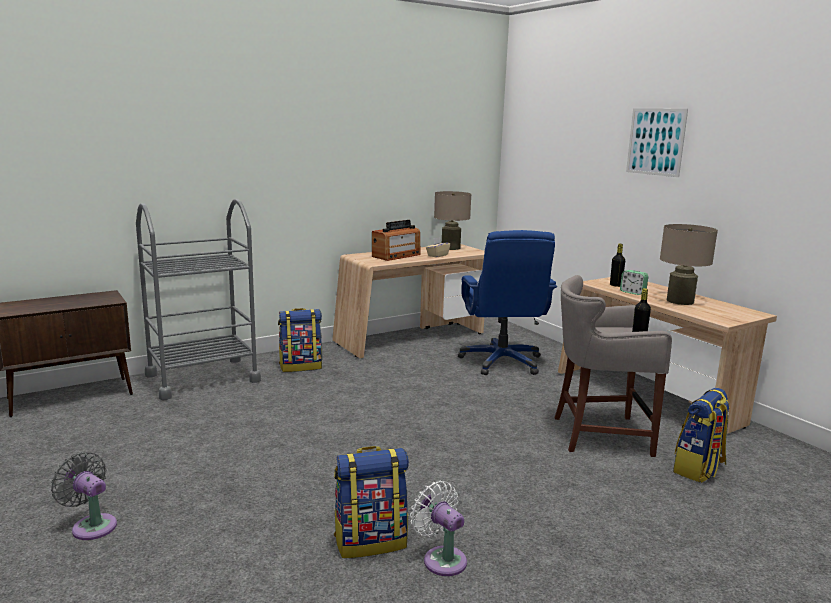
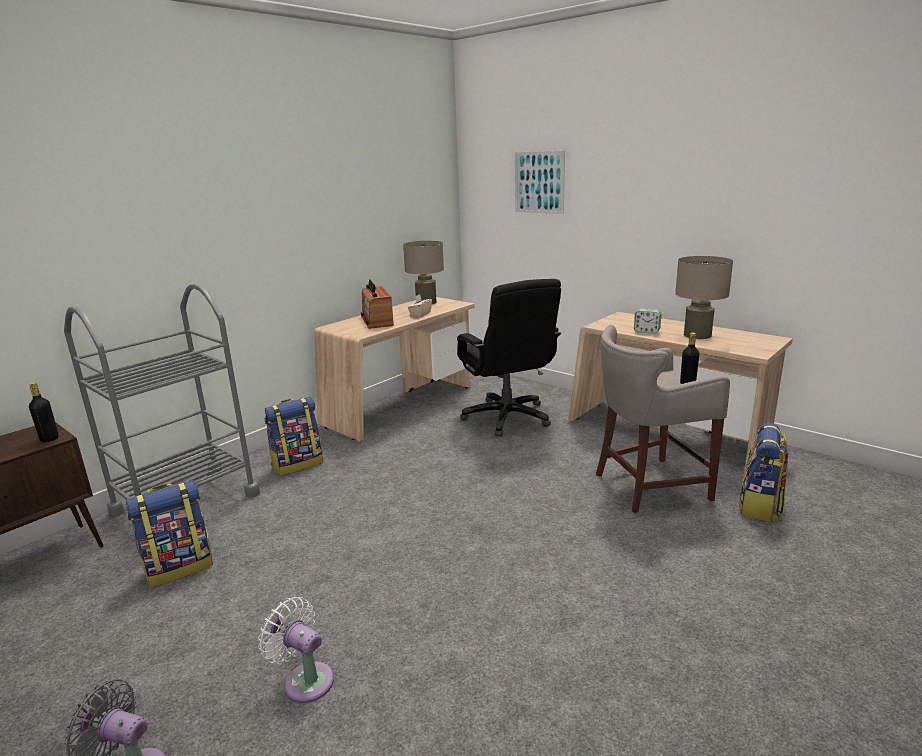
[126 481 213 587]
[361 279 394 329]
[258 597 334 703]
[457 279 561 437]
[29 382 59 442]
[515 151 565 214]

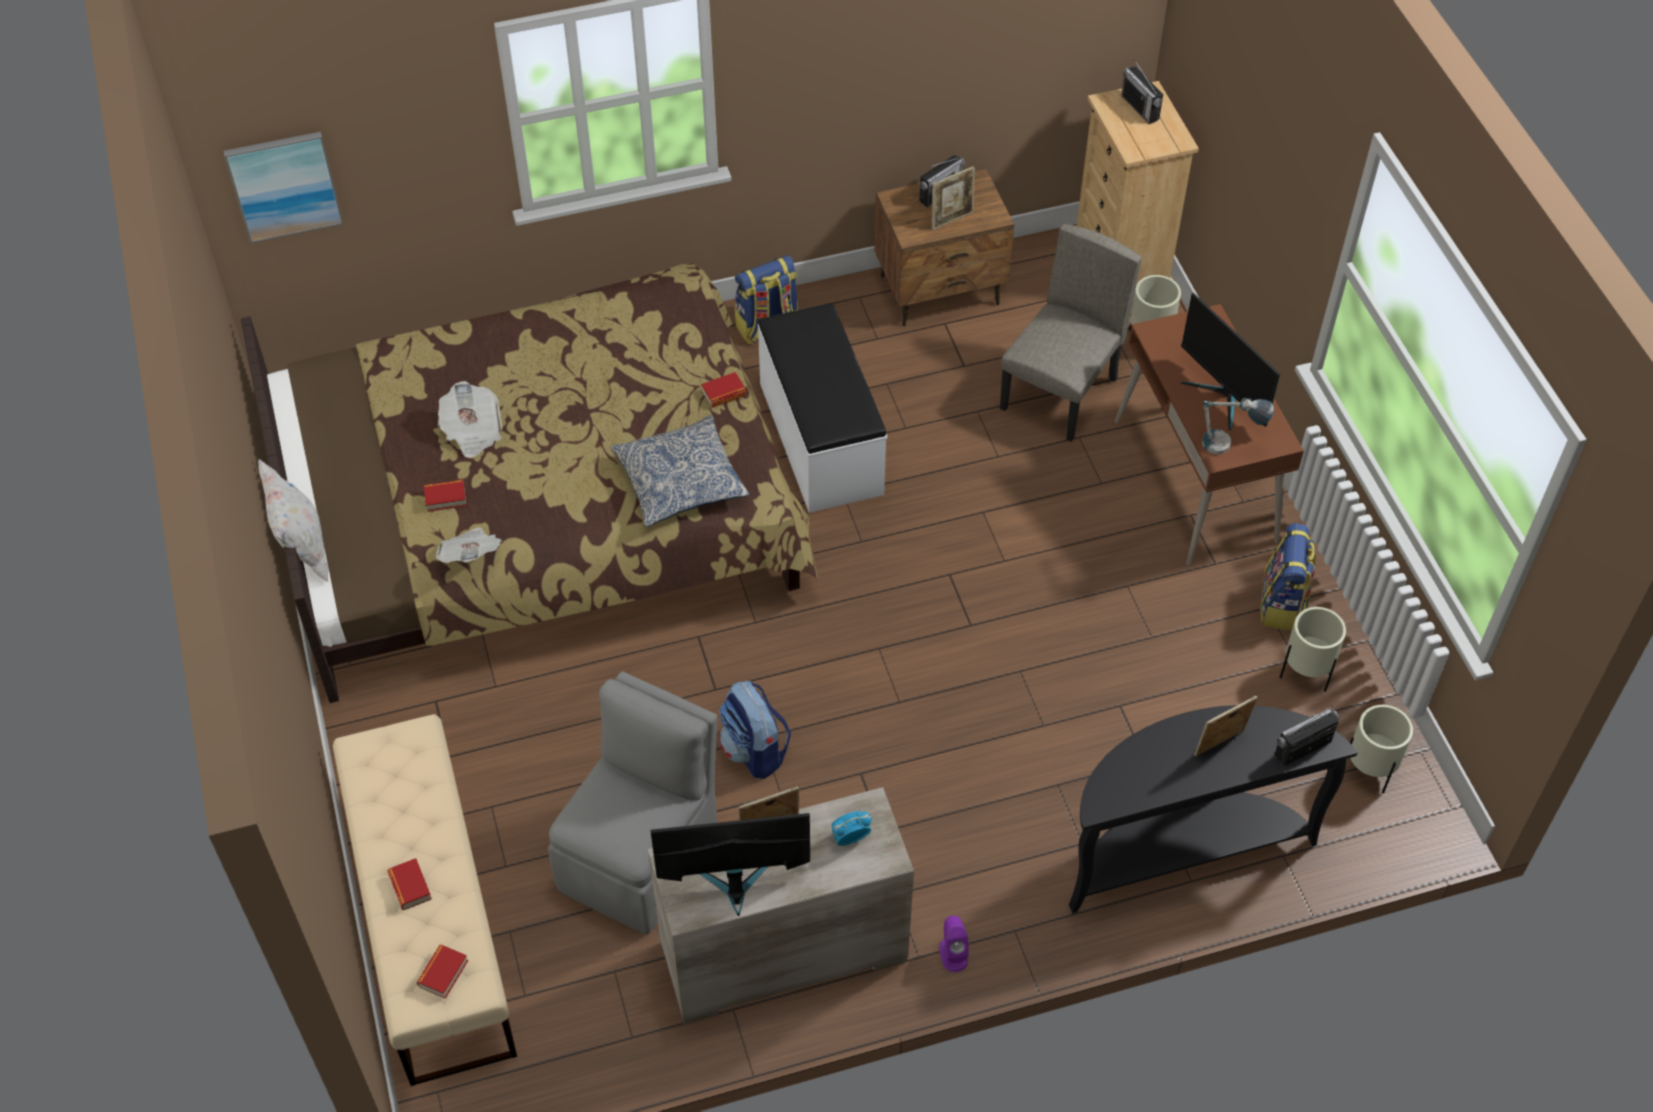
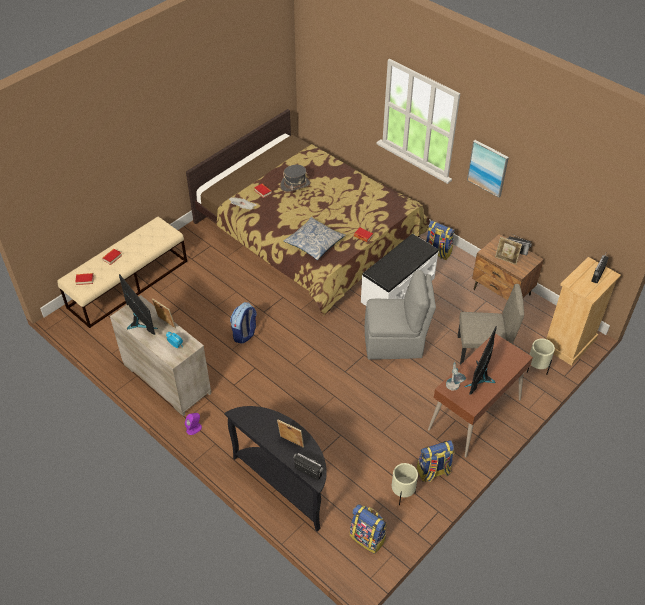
[467 140 509 198]
[258 459 328 582] (first image)
[280 165 310 192]
[365 270 436 360]
[350 504 387 554]

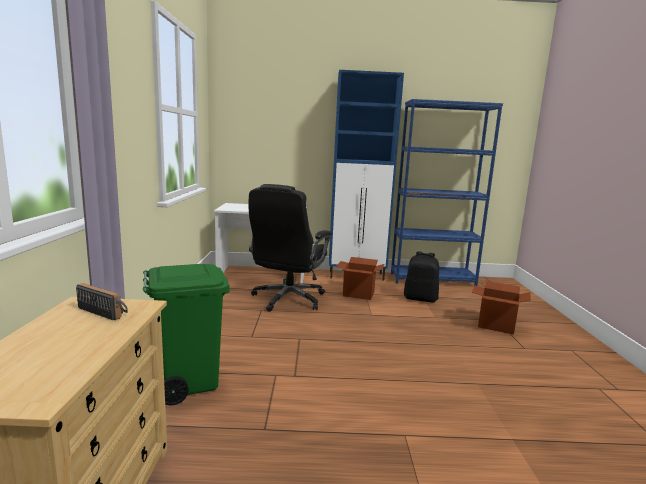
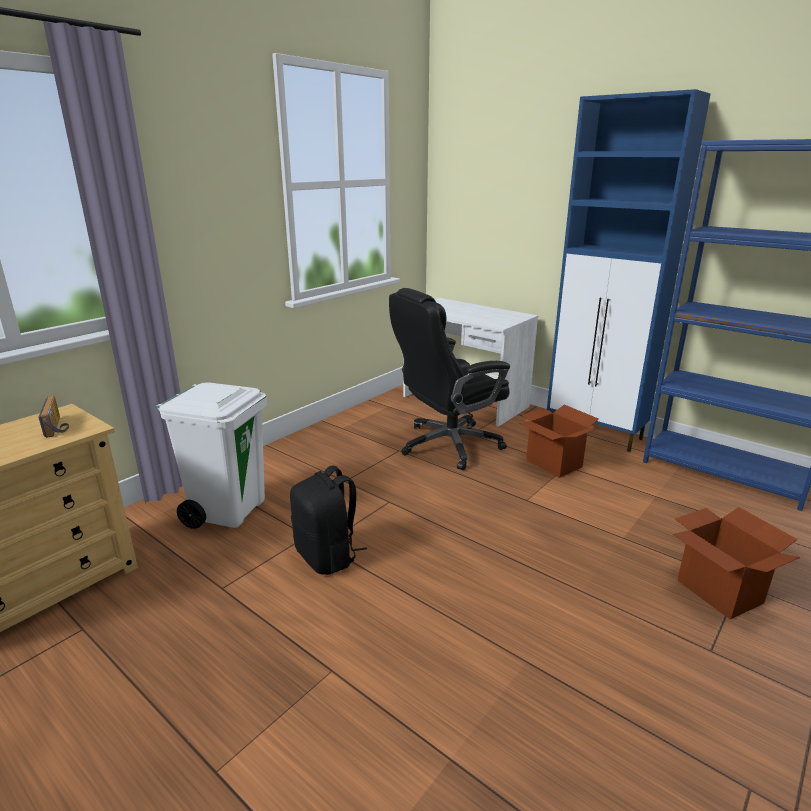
[156 382 267 529]
[290 466 367 575]

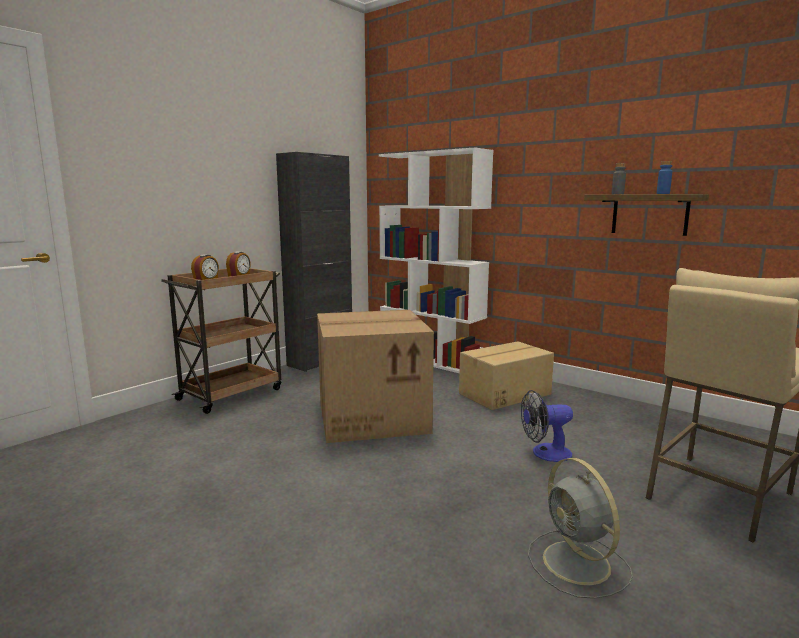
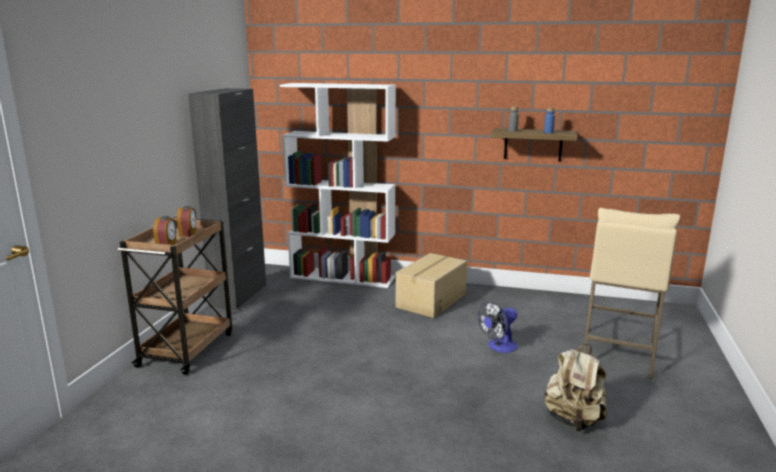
[317 310 434 443] (first image)
[544 344 608 431]

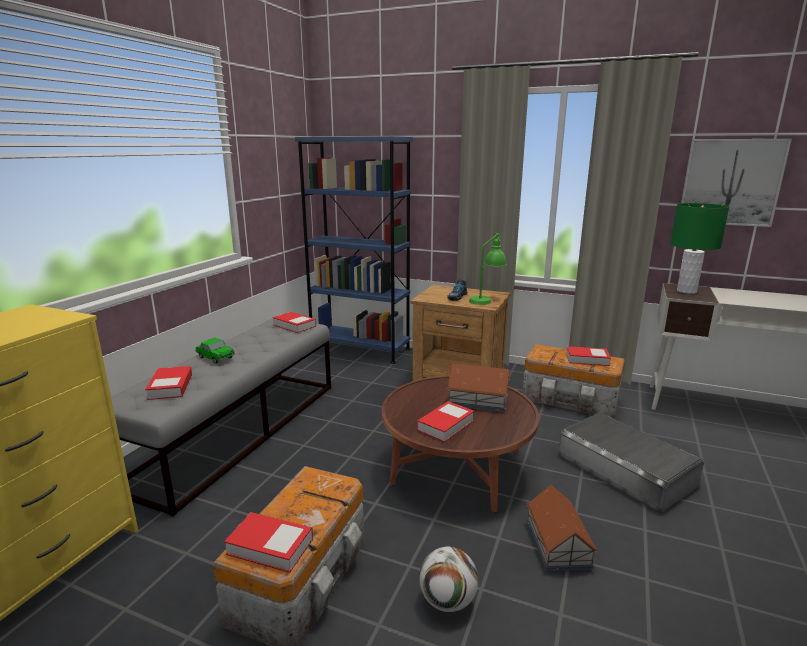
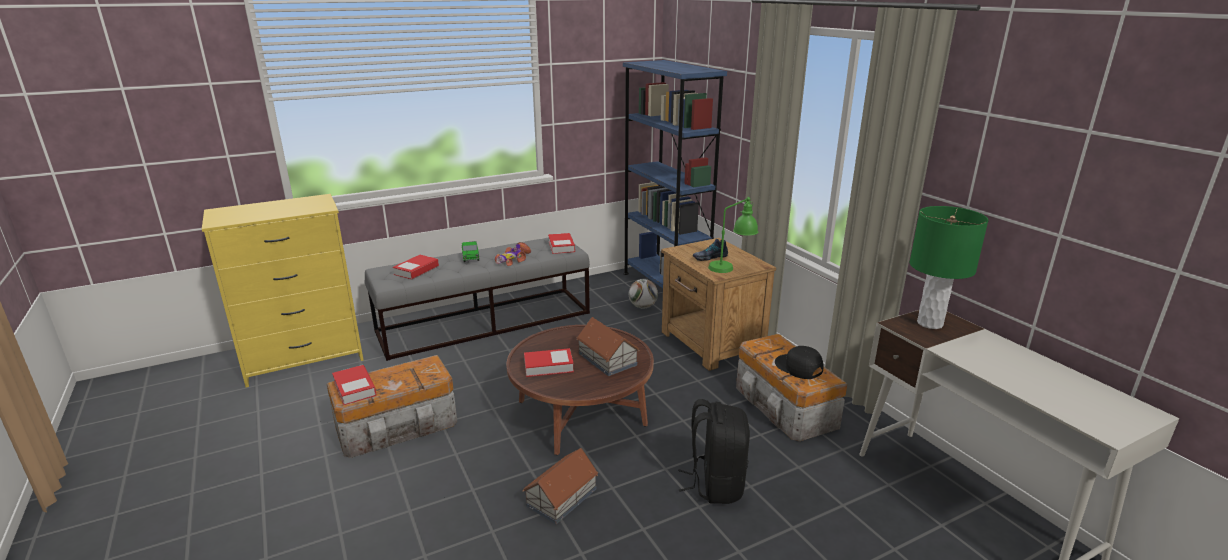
[629 279 658 308]
[678 399 750 504]
[775 346 823 379]
[681 139 792 227] (first image)
[495 242 531 266]

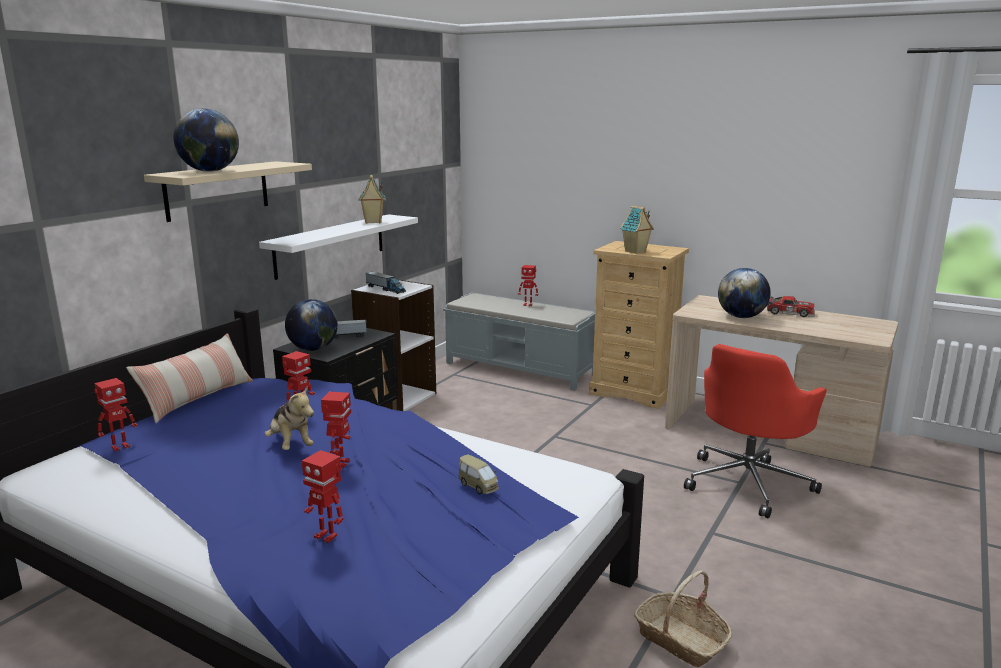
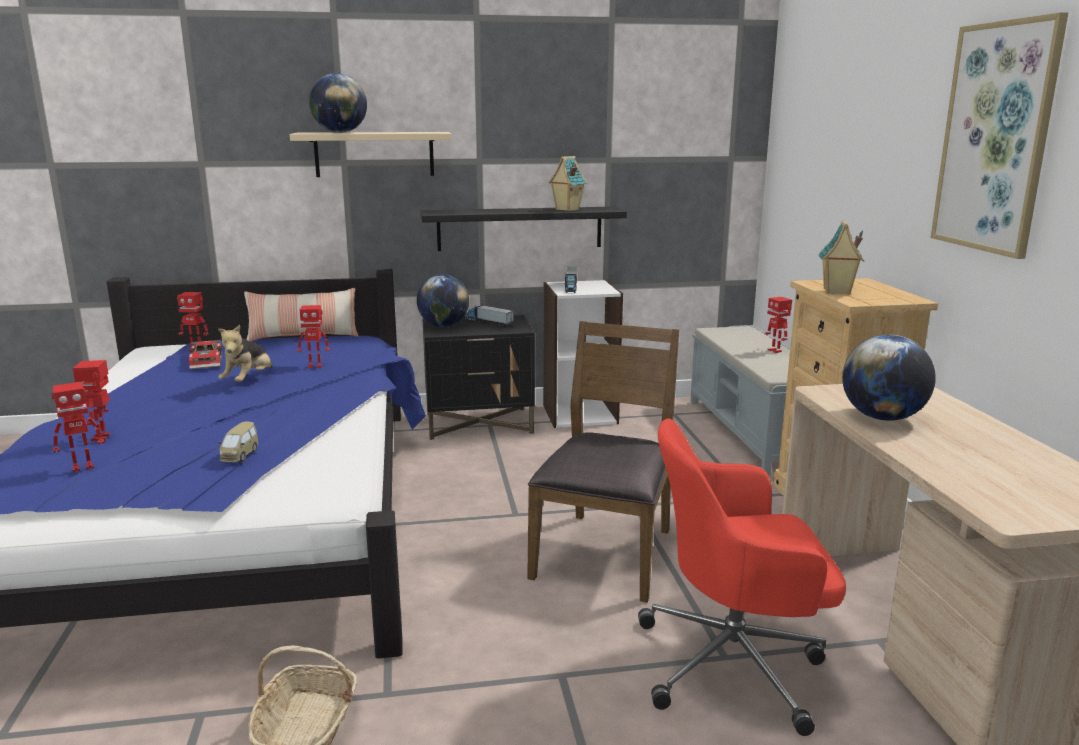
[421 207 627 251]
[52 382 104 472]
[189 339 222 369]
[527 321 679 603]
[931 12 1068 259]

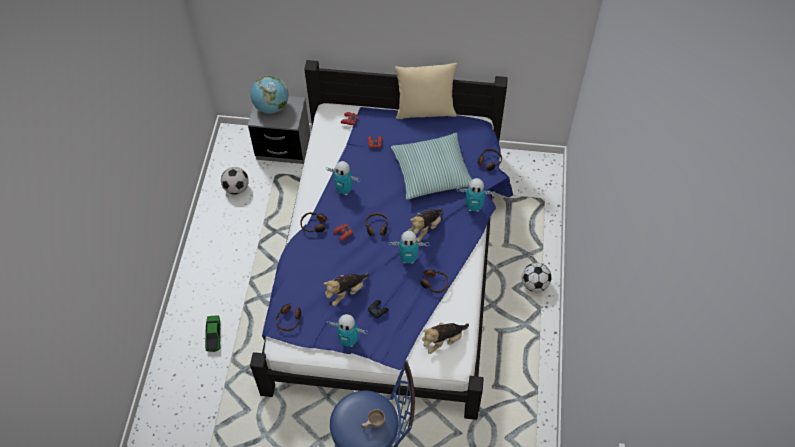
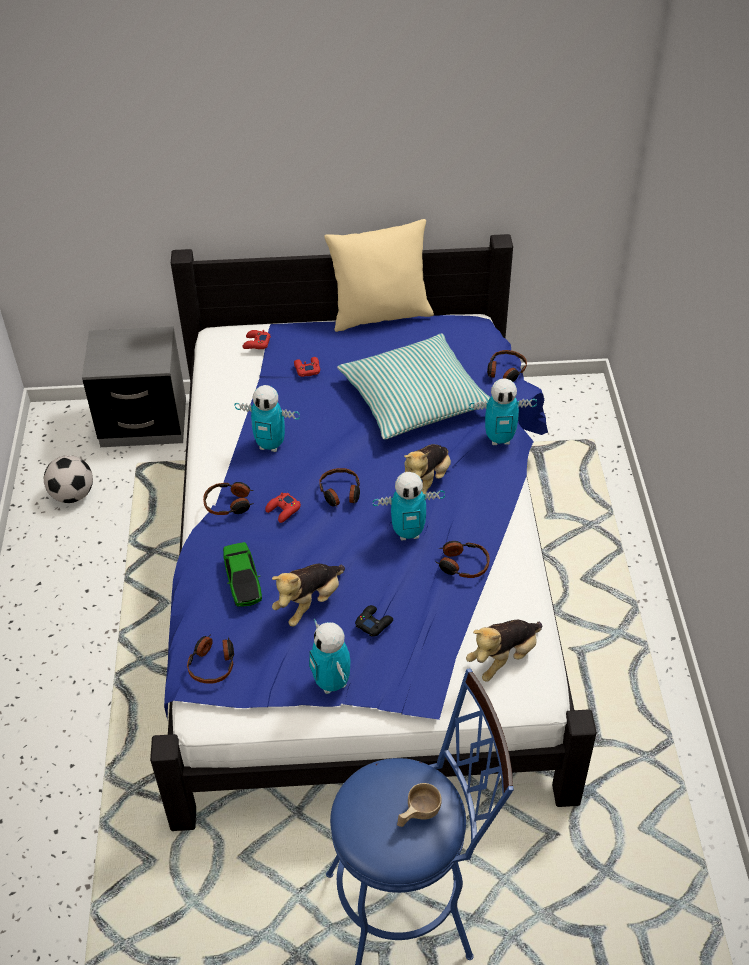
[223 542 262 607]
[250 75 288 114] (first image)
[309 619 350 694]
[522 263 551 292] (first image)

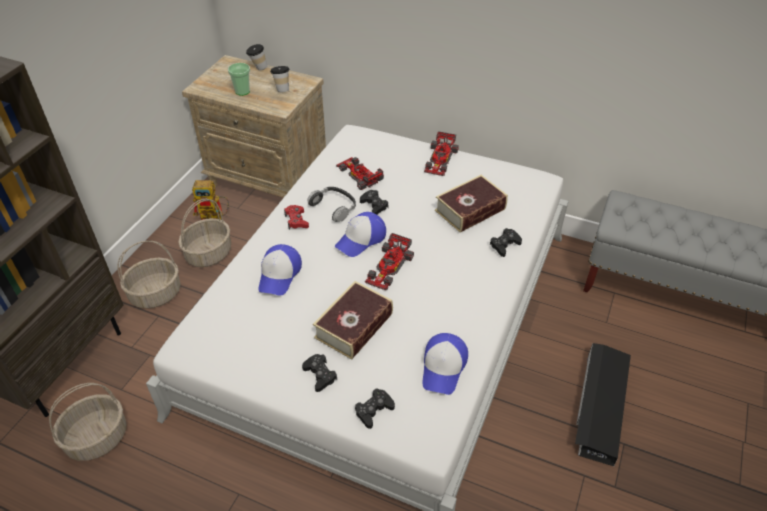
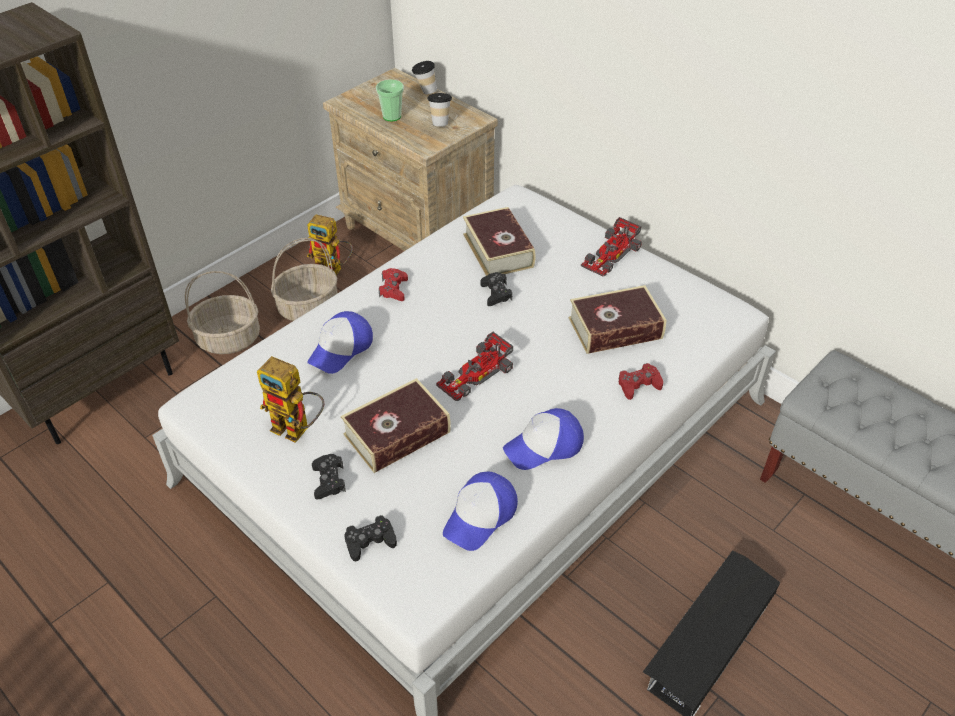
[49 383 127 461] (first image)
[307 187 356 222] (first image)
[503 408 584 470]
[463 207 536 276]
[618 363 663 400]
[257 356 324 443]

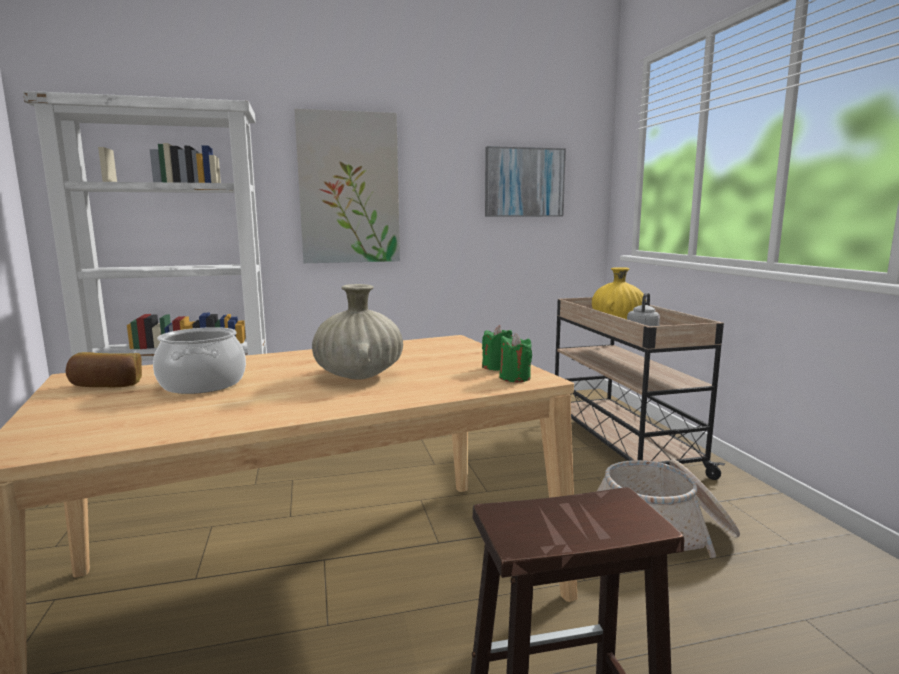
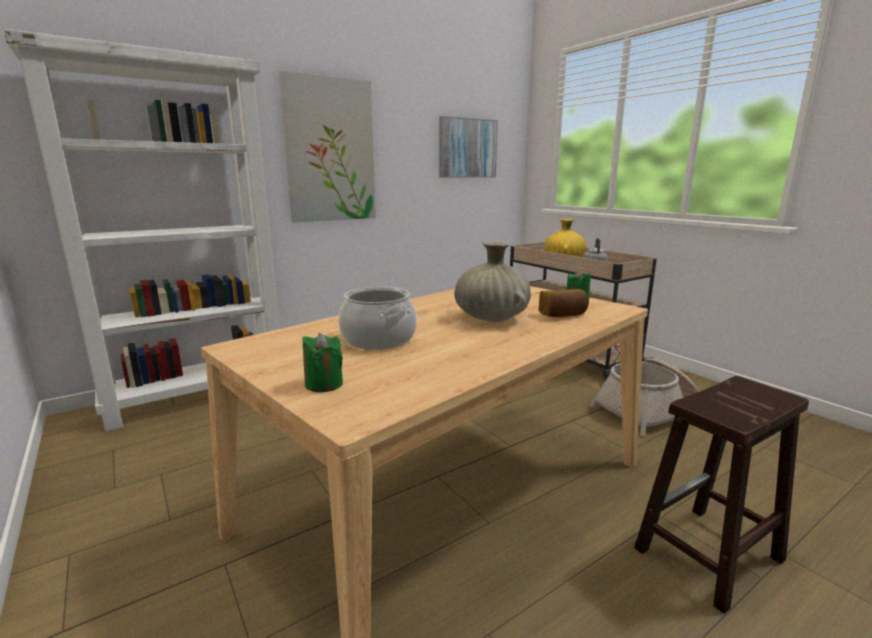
[539 289 589 317]
[302 333 343 392]

